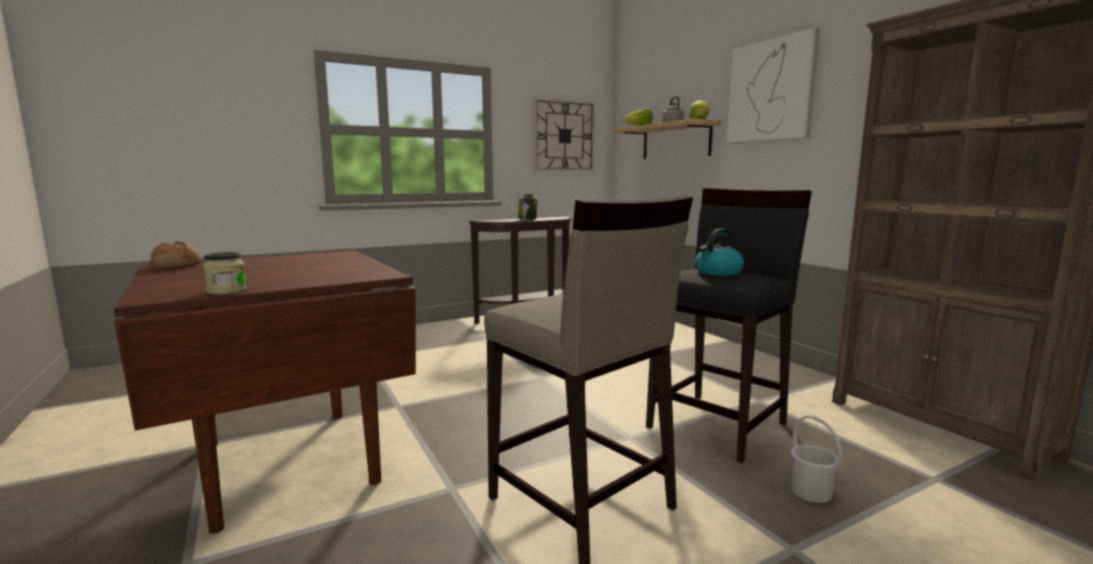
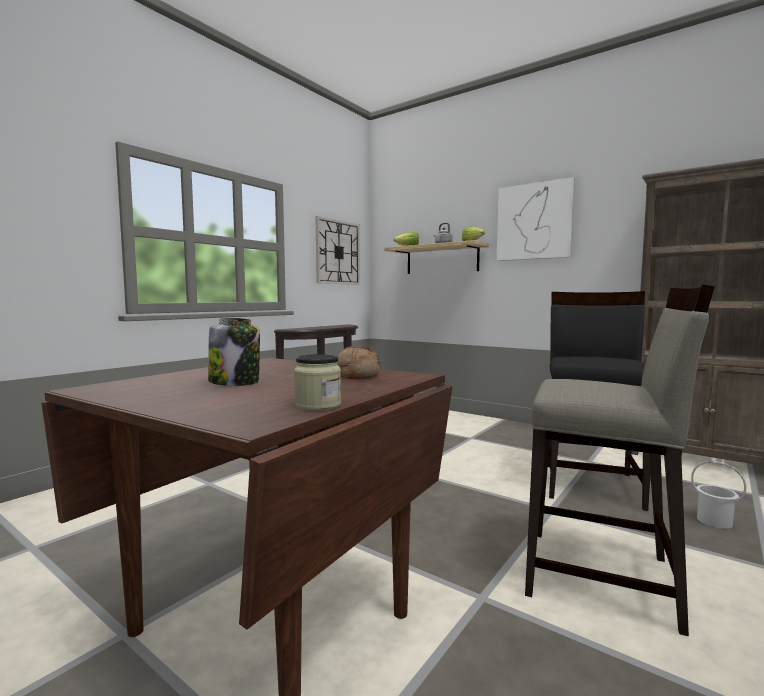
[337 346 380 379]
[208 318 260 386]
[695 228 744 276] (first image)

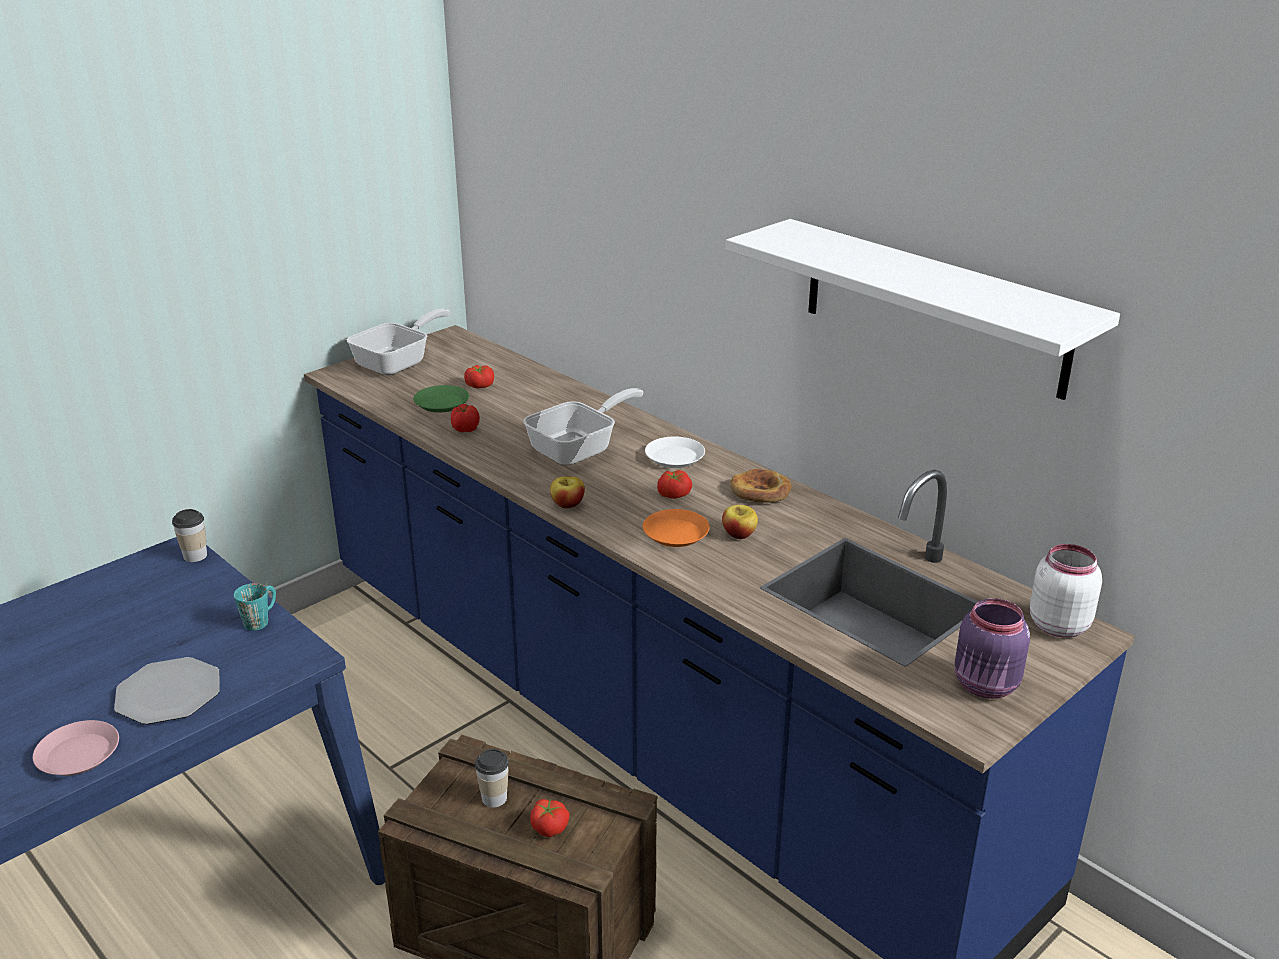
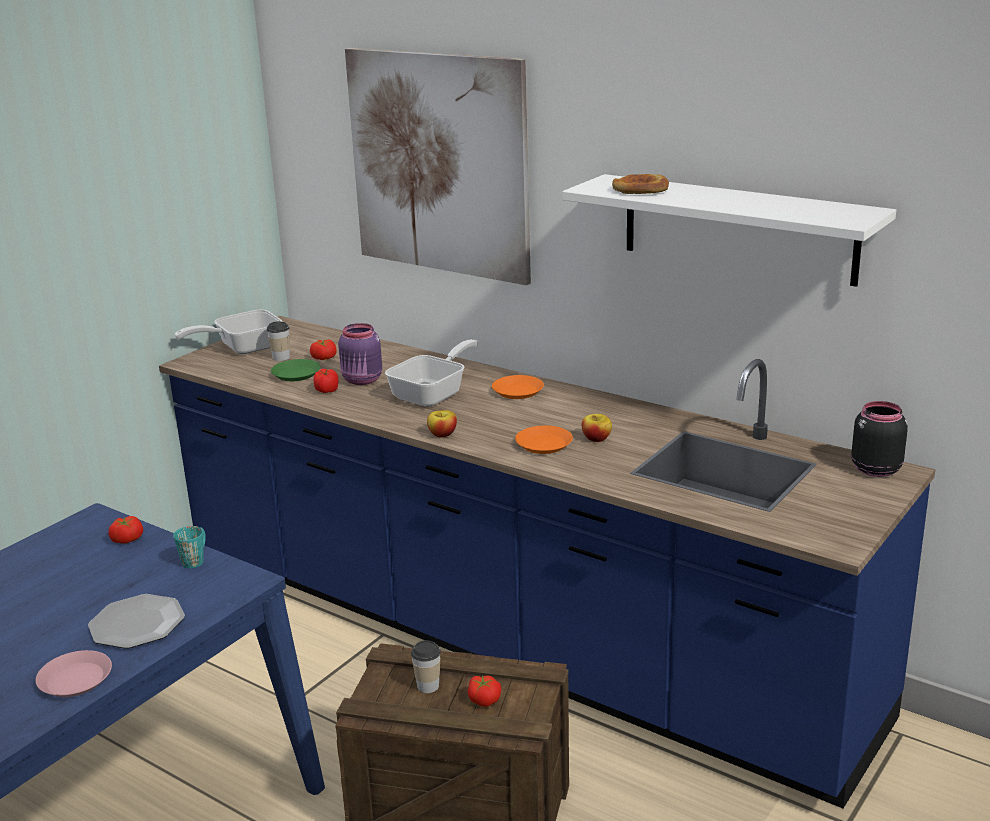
[267 321 290 361]
[174 310 283 354]
[492 375 544 399]
[108 516 143 544]
[612 174 669 194]
[338 323 382 385]
[851 401 908 477]
[345 48 531 285]

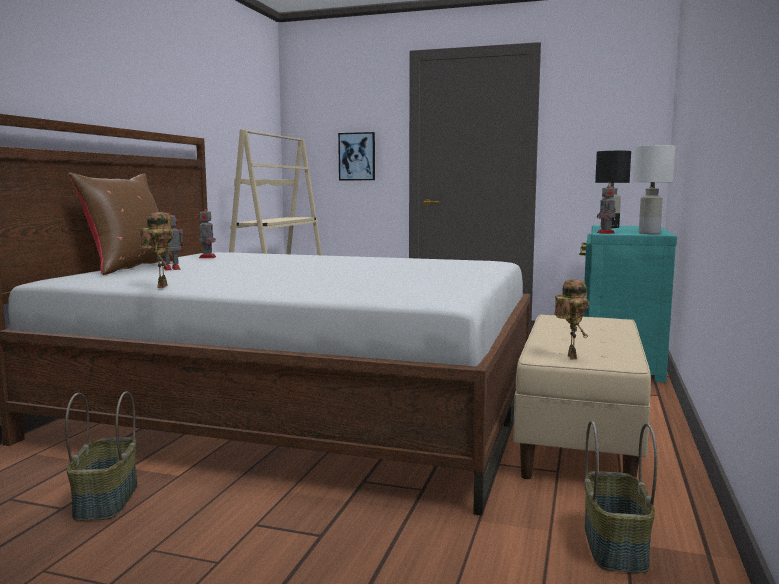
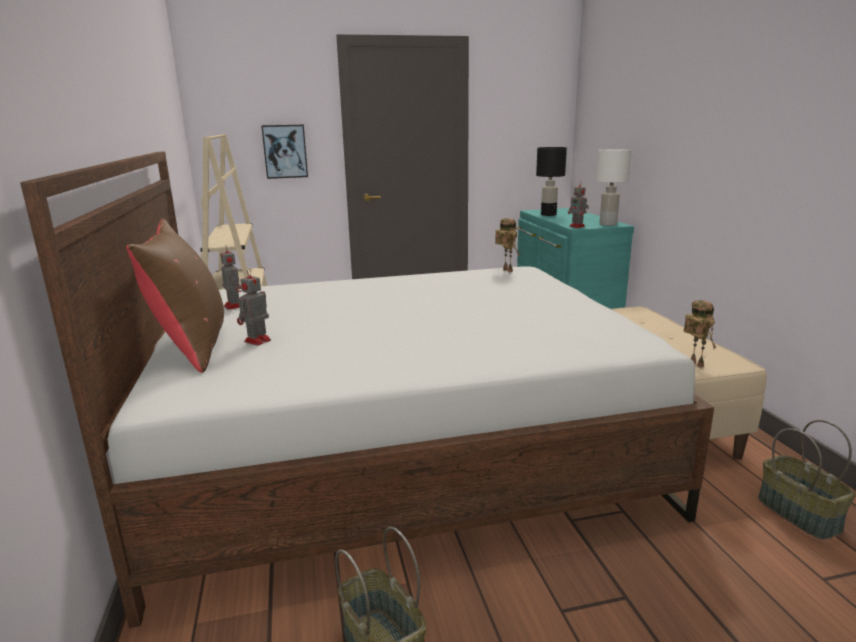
[495 218 520 272]

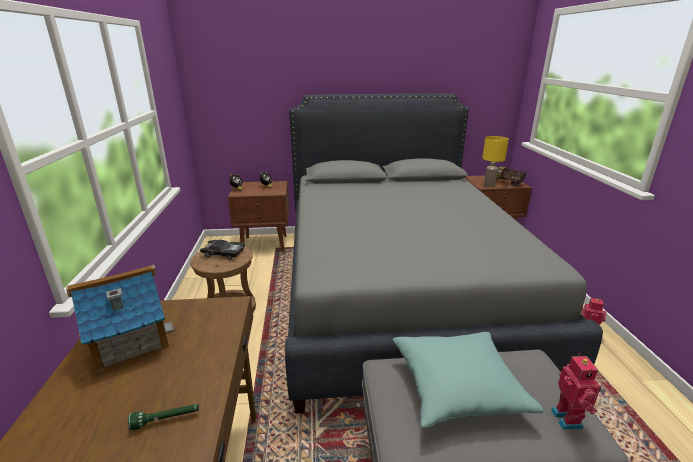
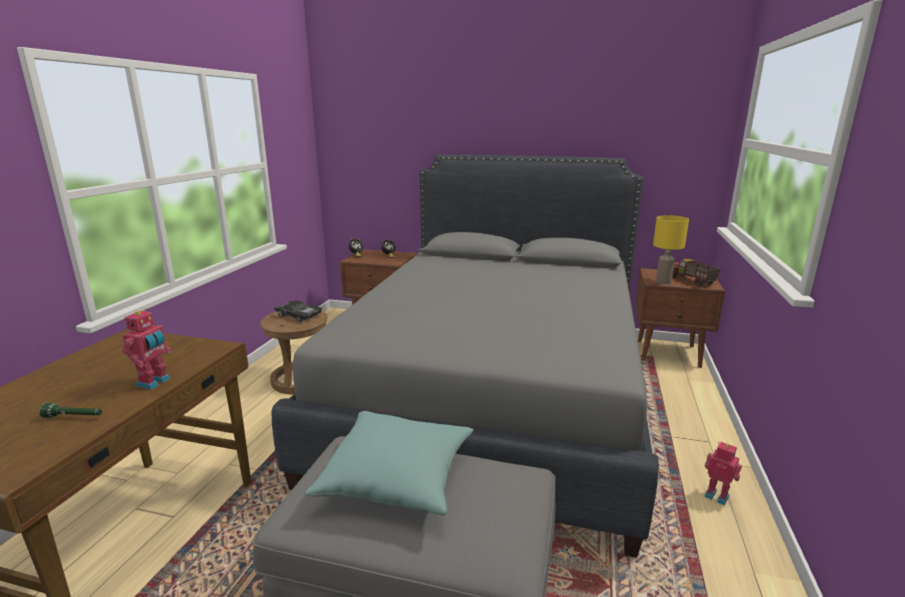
[66 265 175 372] (first image)
[123 308 171 390]

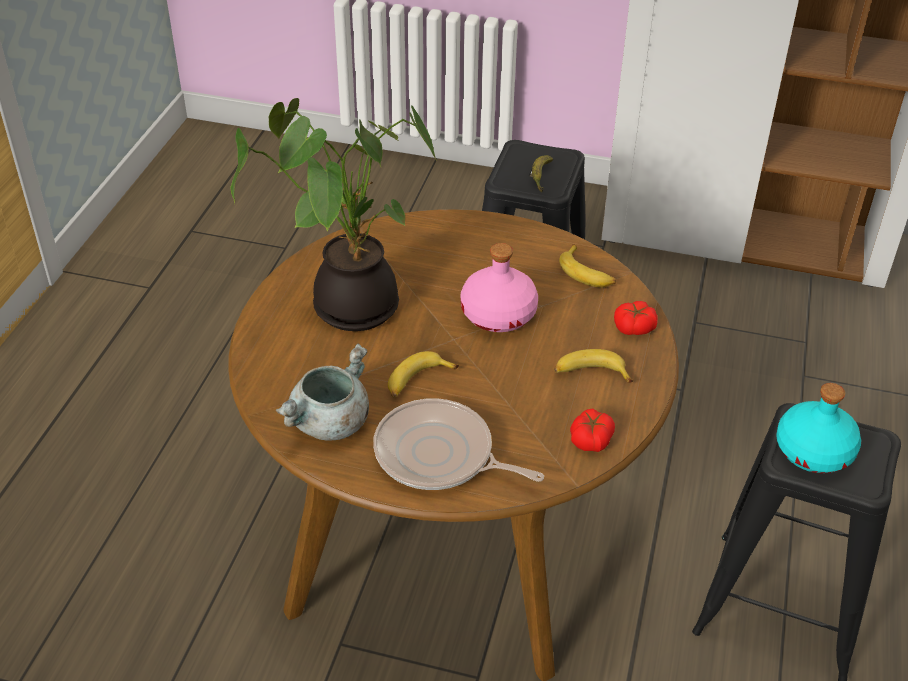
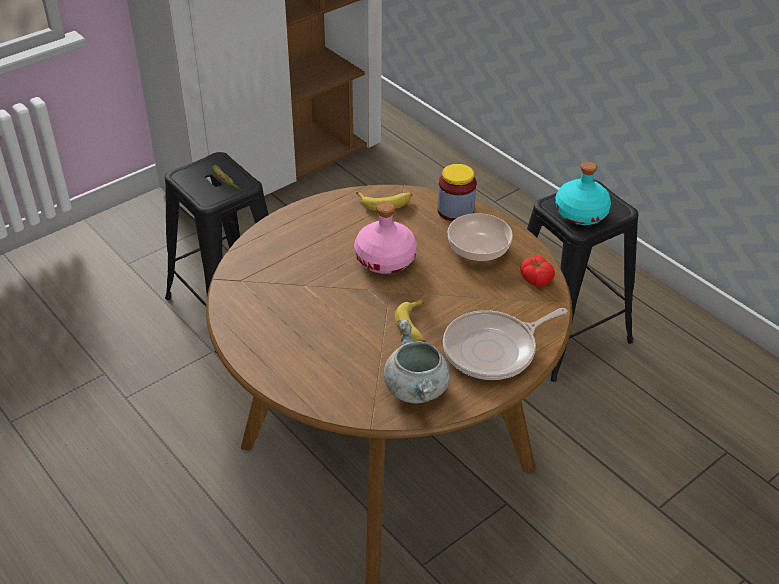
[230 98 437 331] (first image)
[448 213 513 261]
[437 164 477 222]

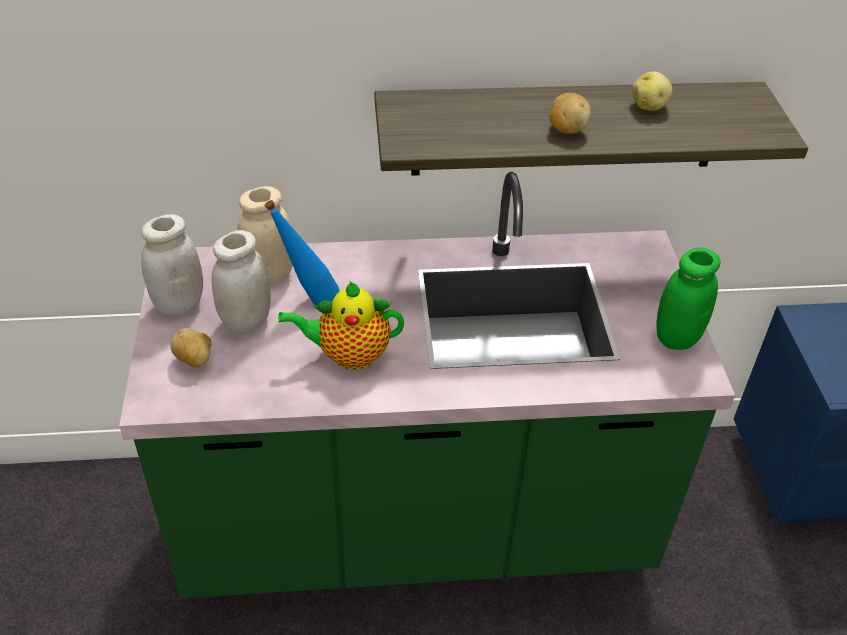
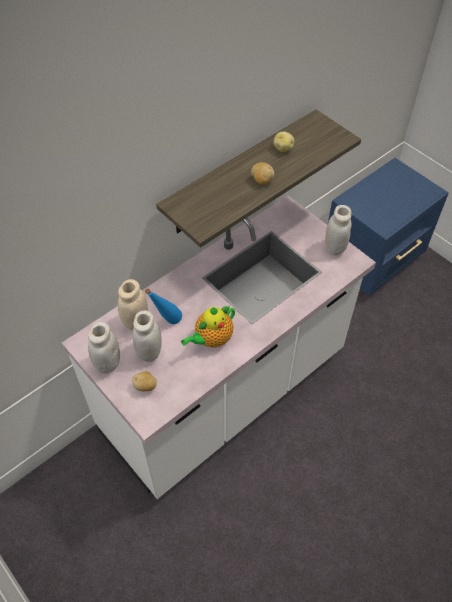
[62 195 376 499]
[325 205 351 255]

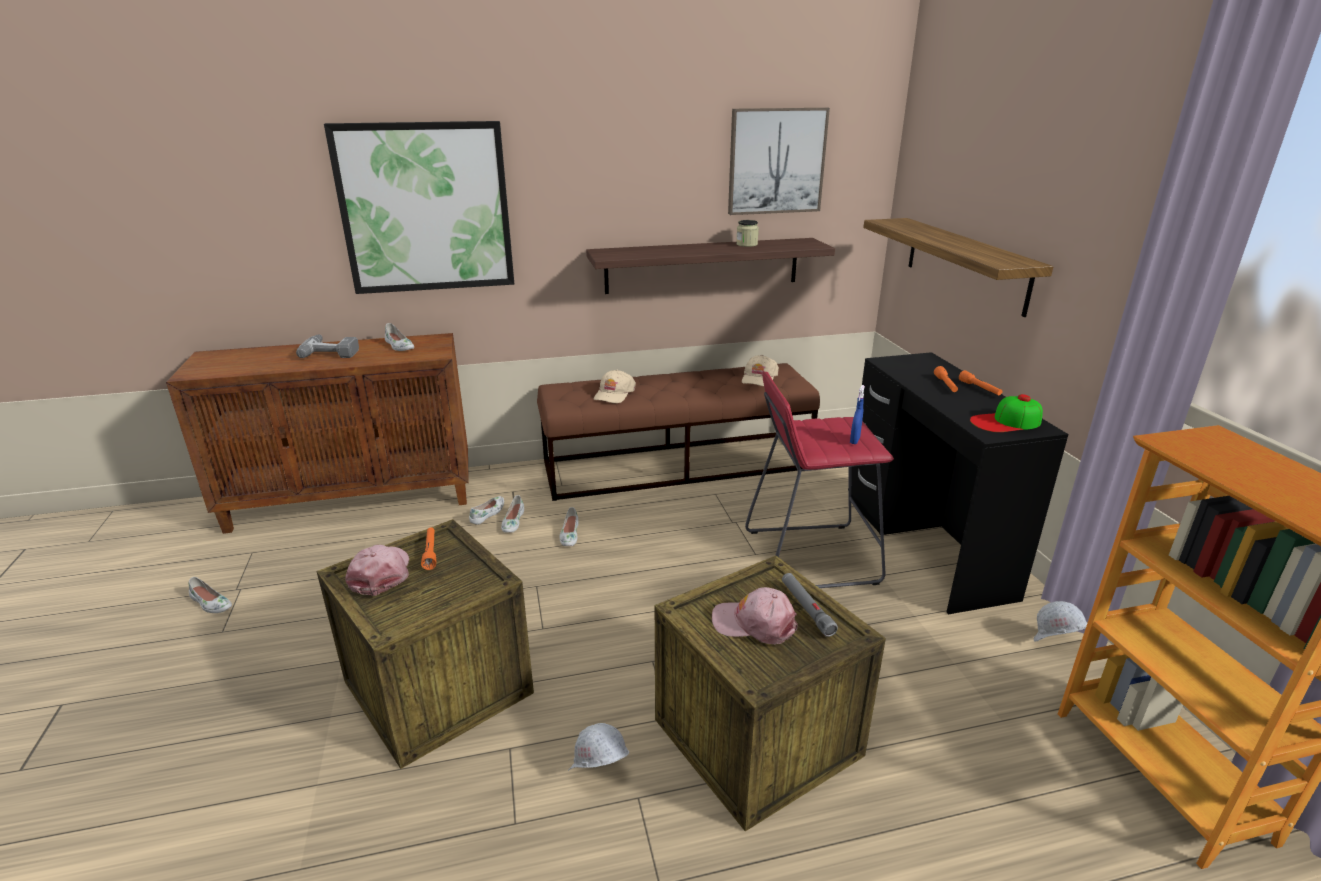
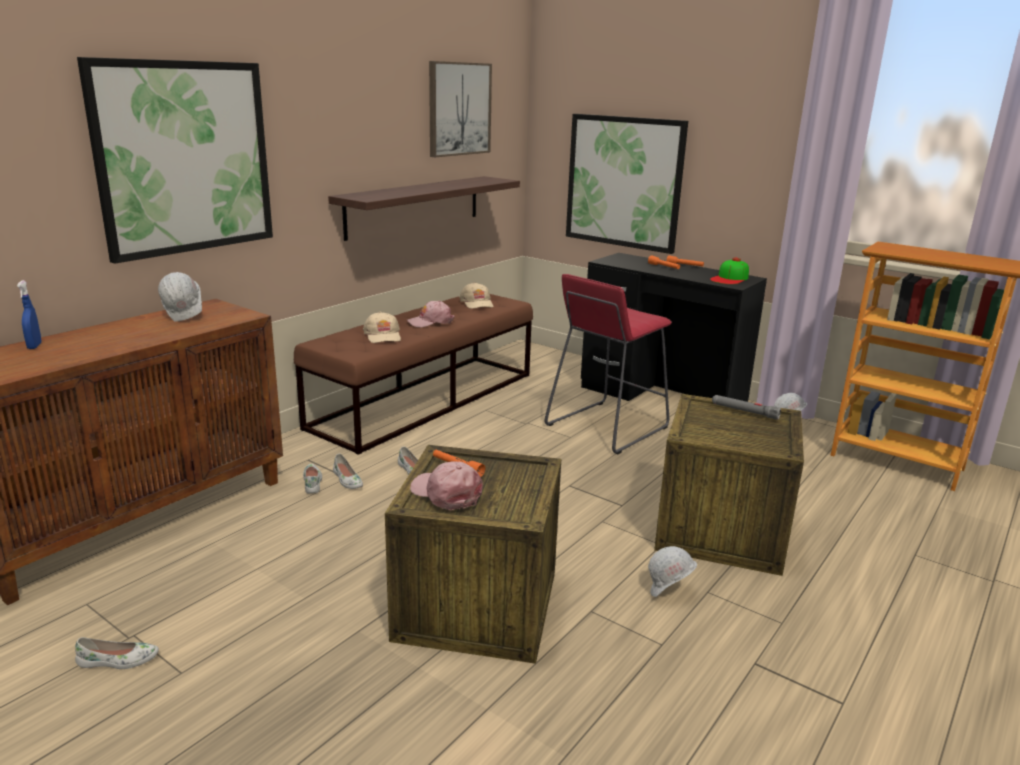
[296 335 359 358] (first image)
[158 272 202 322]
[407 300 455 327]
[736 220 759 247] (first image)
[17 280 42 349]
[566 114 688 254]

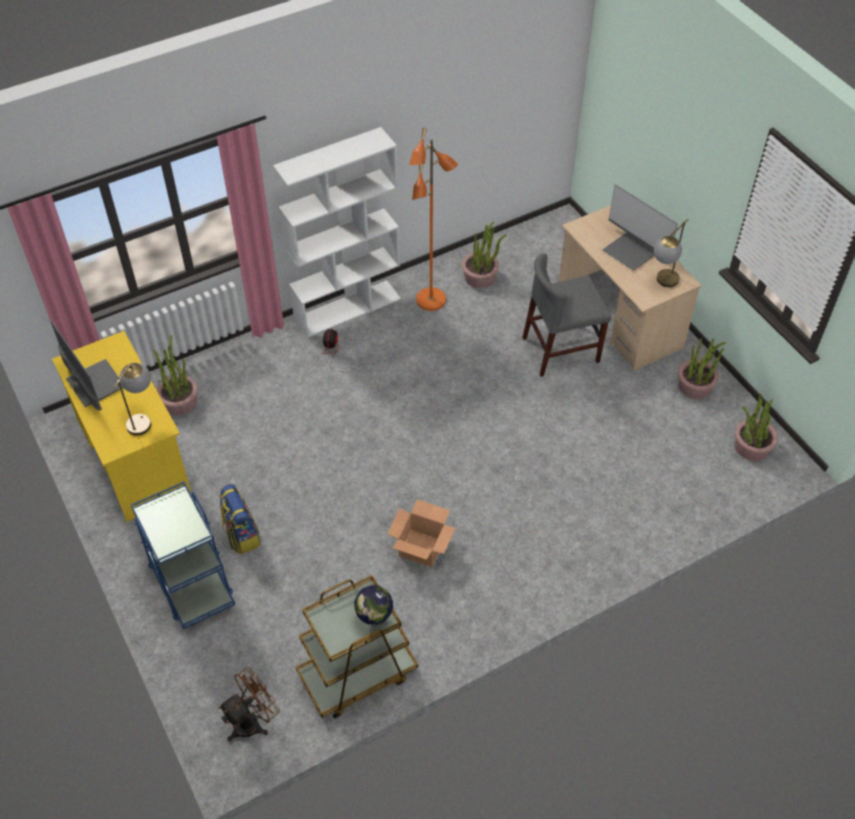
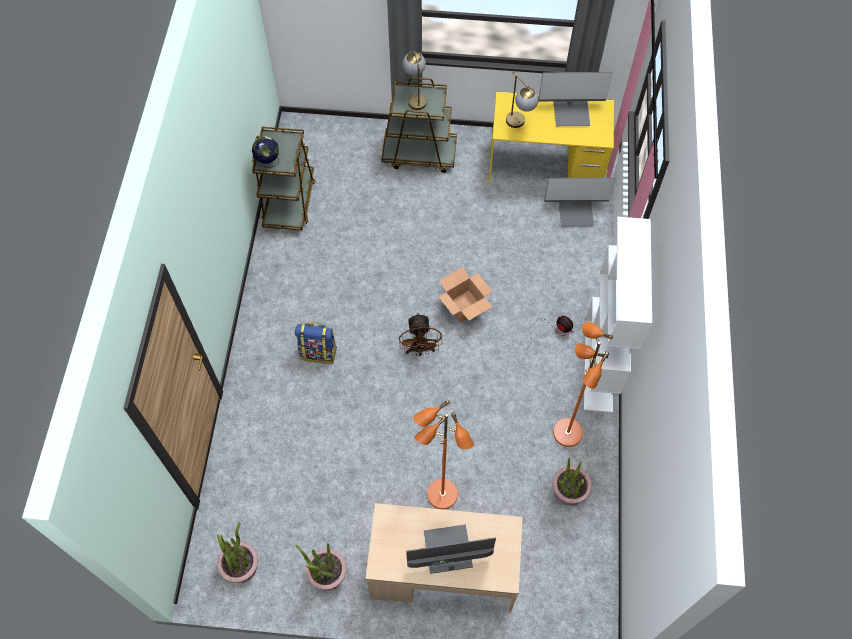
[381 77 457 173]
[544 177 616 226]
[399 313 442 356]
[295 322 337 364]
[438 267 493 323]
[413 400 474 509]
[403 51 427 110]

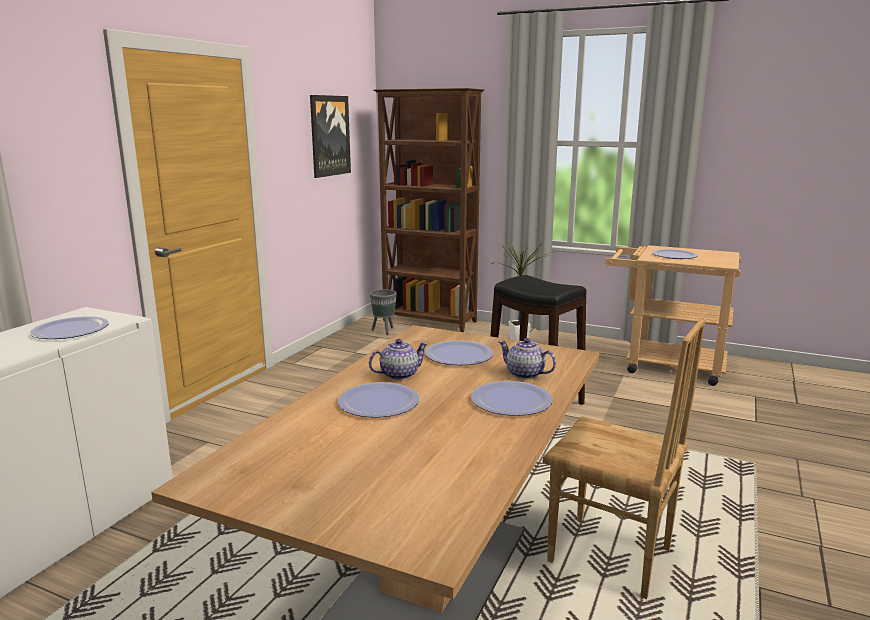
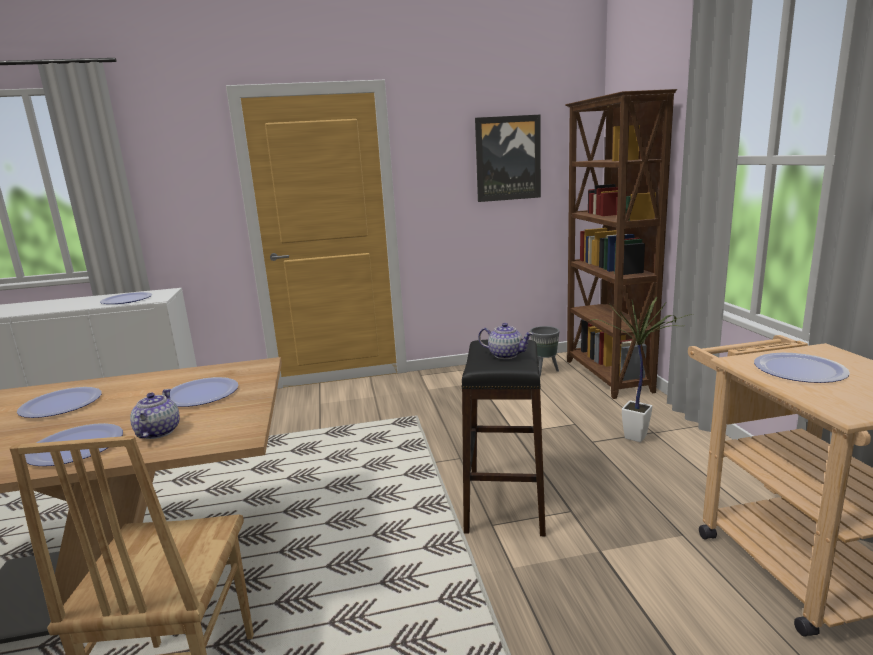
[478 323 533 359]

